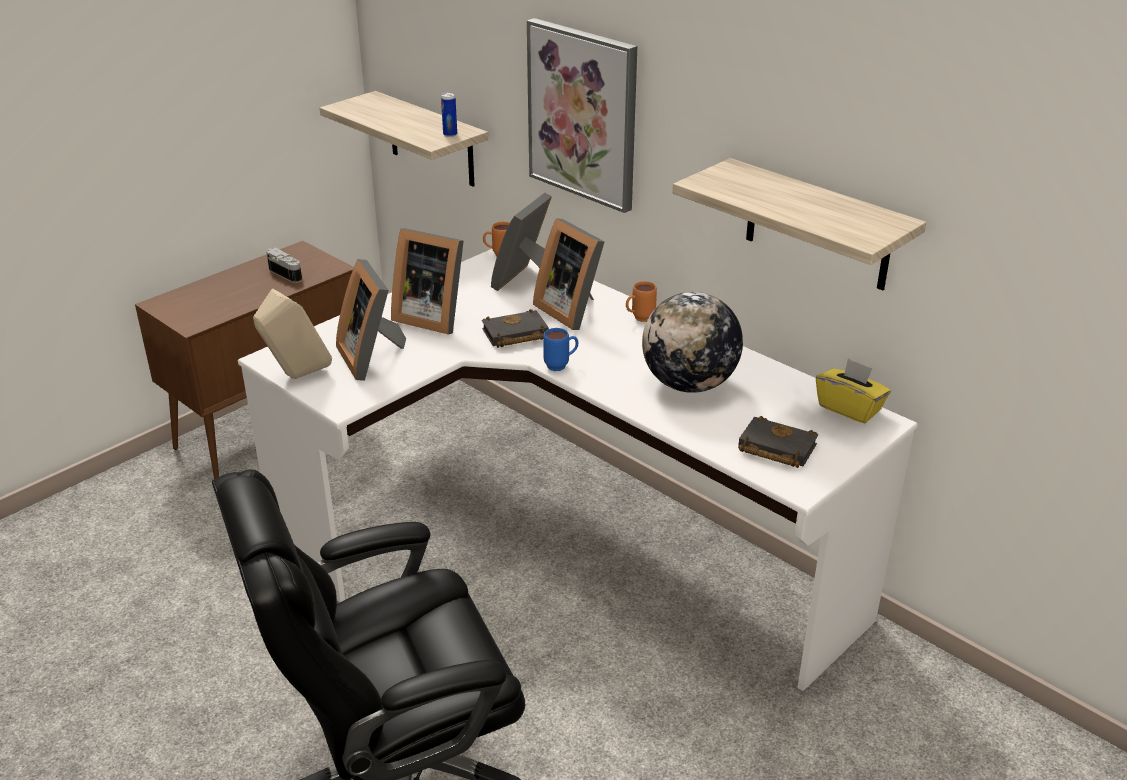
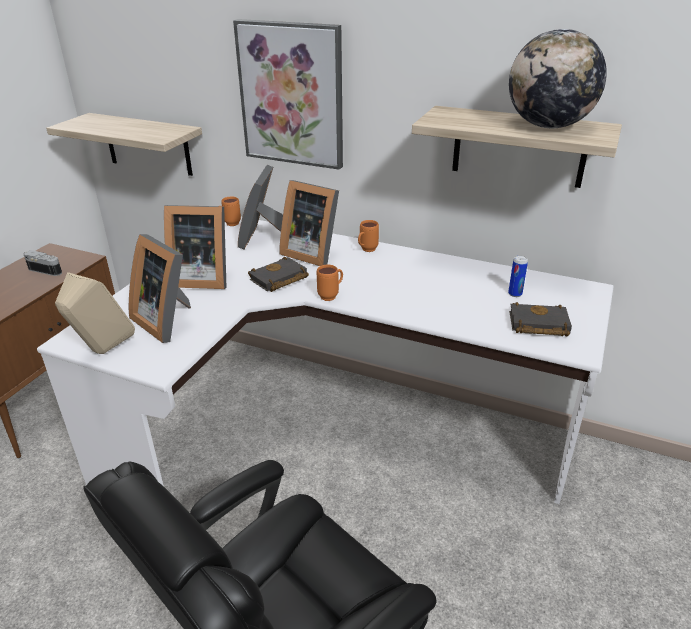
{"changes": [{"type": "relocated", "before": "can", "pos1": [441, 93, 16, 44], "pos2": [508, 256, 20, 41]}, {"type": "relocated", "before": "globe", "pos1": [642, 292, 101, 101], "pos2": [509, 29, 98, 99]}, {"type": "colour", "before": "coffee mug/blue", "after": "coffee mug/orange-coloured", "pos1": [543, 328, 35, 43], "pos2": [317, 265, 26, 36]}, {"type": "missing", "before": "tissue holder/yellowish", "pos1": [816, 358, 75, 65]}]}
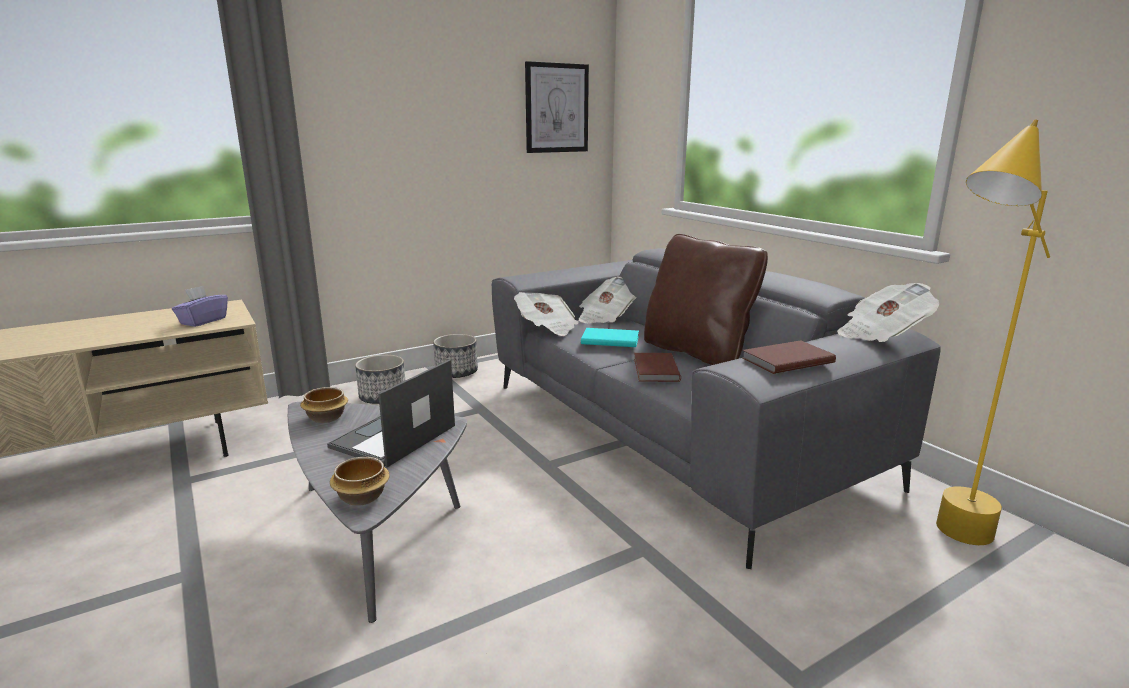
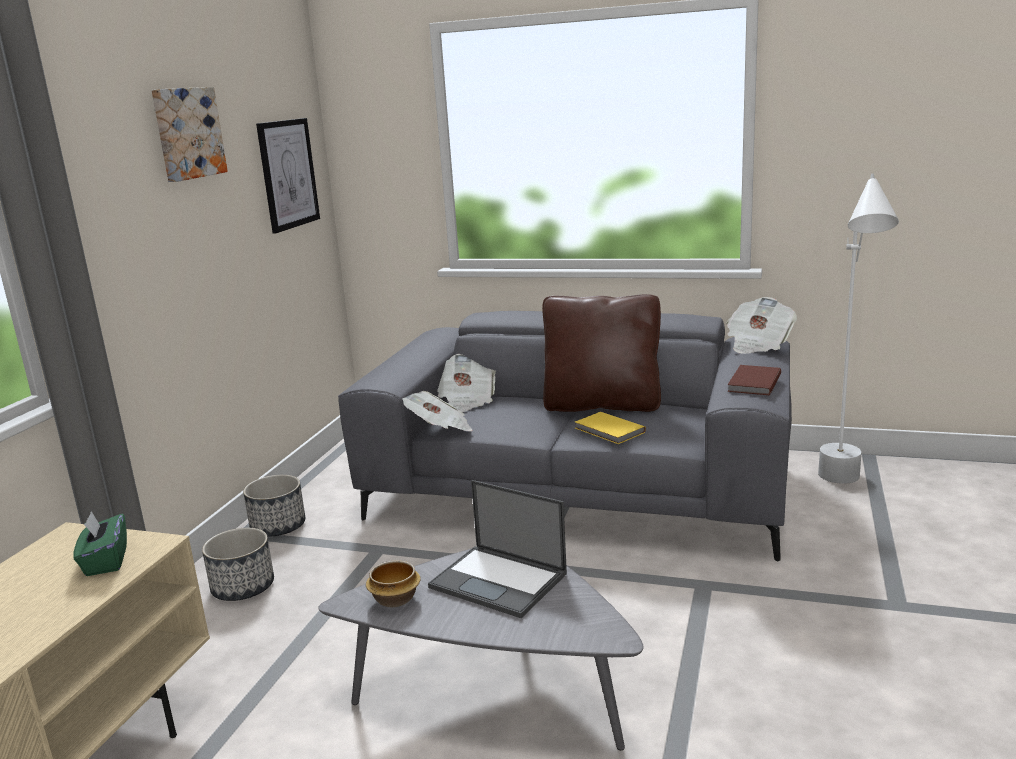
{"changes": [{"type": "colour", "before": "floor lamp/yellowish", "after": "floor lamp/whitish", "pos1": [936, 119, 114, 426], "pos2": [818, 173, 81, 311]}, {"type": "colour", "before": "tissue holder/purplish", "after": "tissue holder/greenish", "pos1": [172, 286, 56, 41], "pos2": [73, 512, 54, 64]}, {"type": "missing", "before": "book/blue-green", "pos1": [581, 328, 58, 19]}, {"type": "colour", "before": "book/brown-coloured", "after": "book/yellowish", "pos1": [634, 353, 47, 29], "pos2": [575, 412, 71, 32]}, {"type": "spun", "before": "laptop", "pos1": [327, 359, 128, 109], "pos2": [428, 480, 139, 138], "turn": -45}, {"type": "missing", "before": "bowl", "pos1": [330, 457, 60, 49]}, {"type": "appeared", "after": "picture", "pos2": [151, 87, 77, 95]}]}
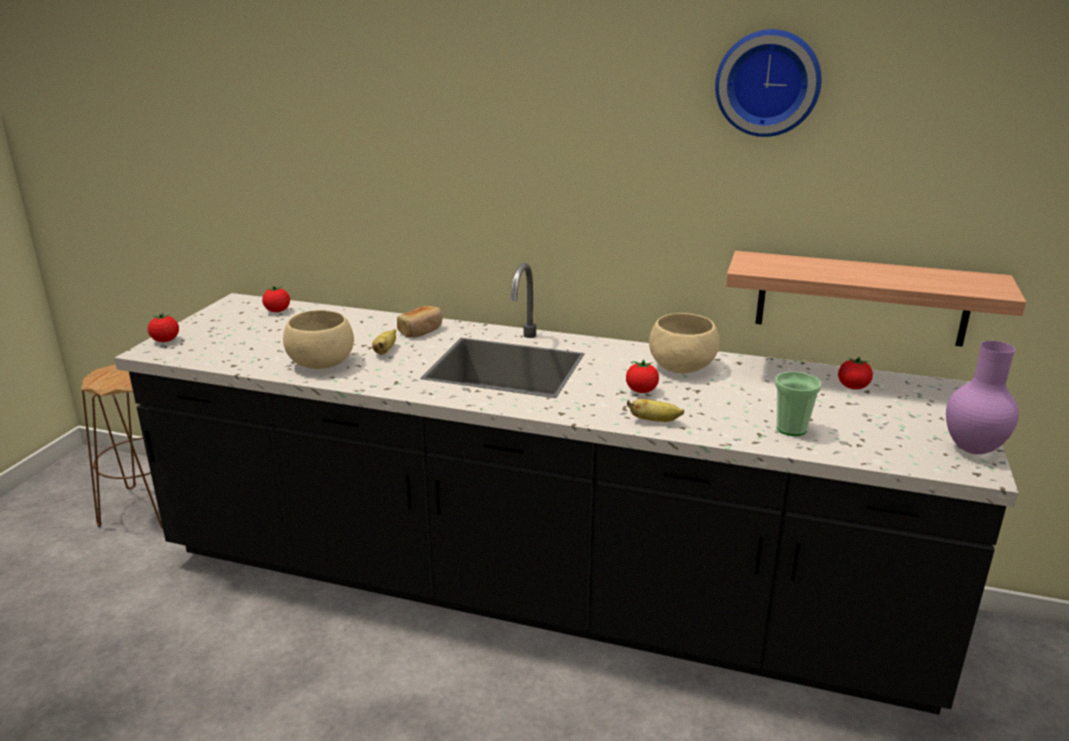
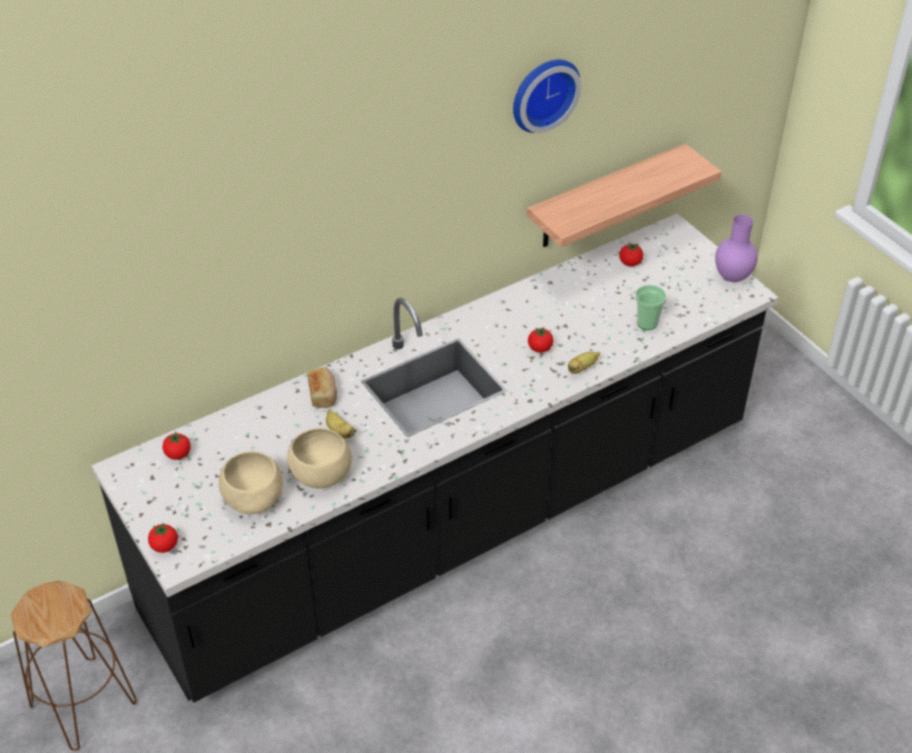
{"changes": [{"type": "relocated", "before": "bowl/sand-coloured", "pos1": [649, 313, 71, 60], "pos2": [219, 451, 64, 63]}]}
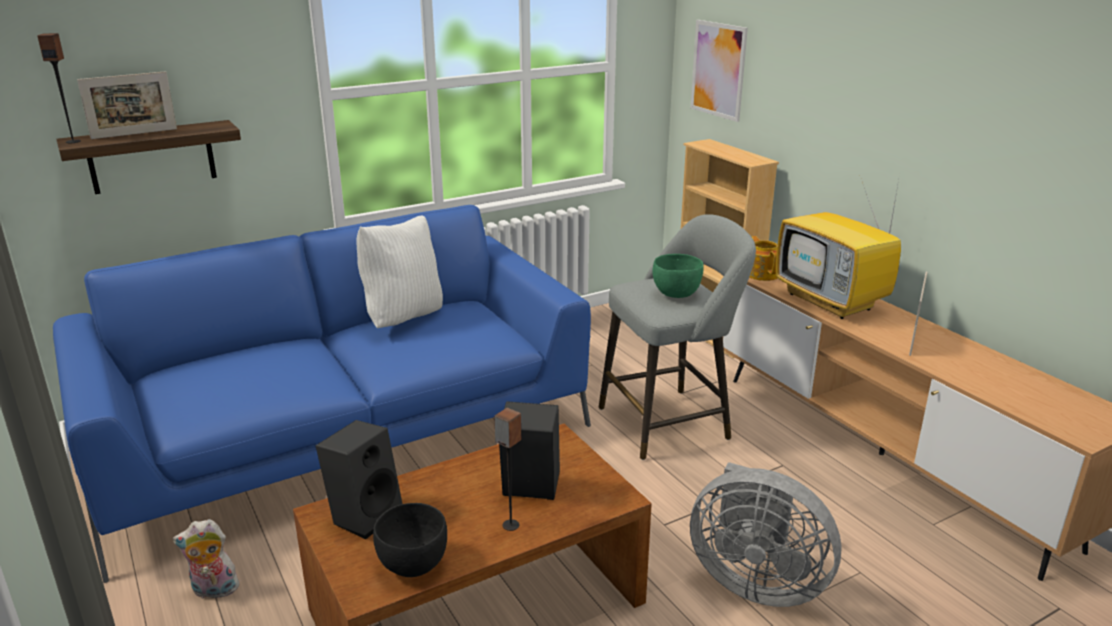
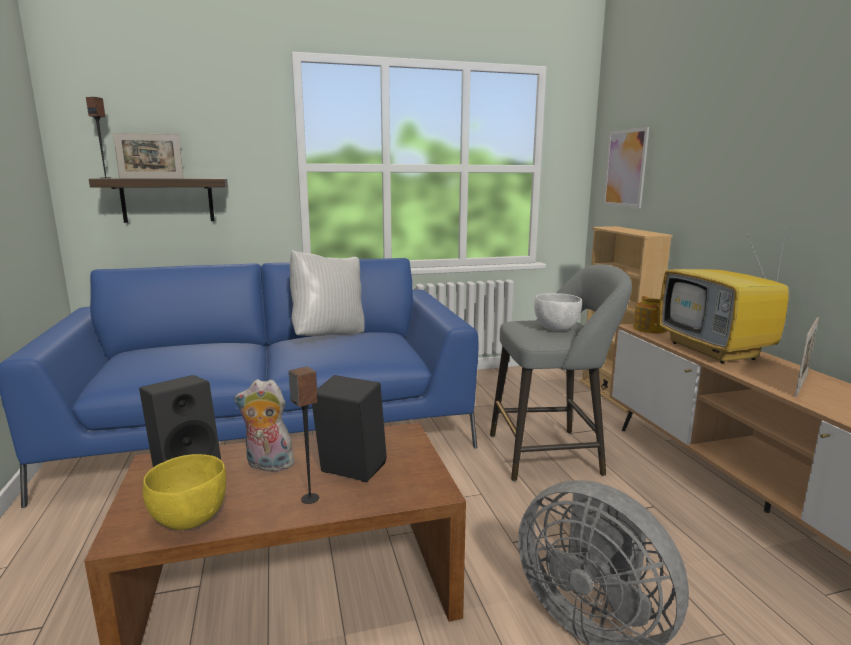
{"changes": [{"type": "colour", "before": "bowl/greenish", "after": "bowl/whitish", "pos1": [652, 254, 52, 44], "pos2": [534, 293, 48, 38]}, {"type": "colour", "before": "bowl/black-coloured", "after": "bowl/yellowish", "pos1": [373, 503, 74, 74], "pos2": [143, 454, 83, 76]}, {"type": "relocated", "before": "soft toy", "pos1": [173, 519, 68, 82], "pos2": [235, 379, 59, 92]}]}
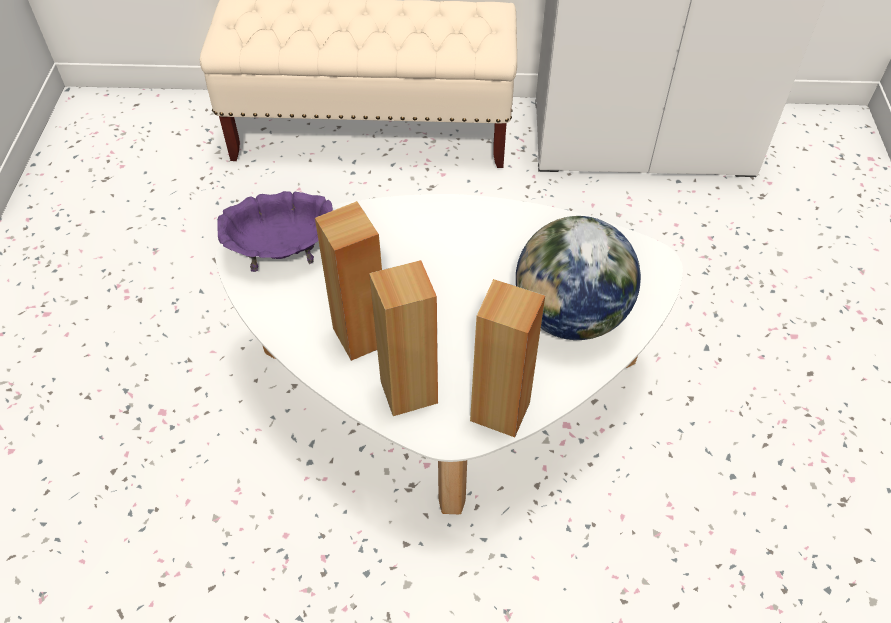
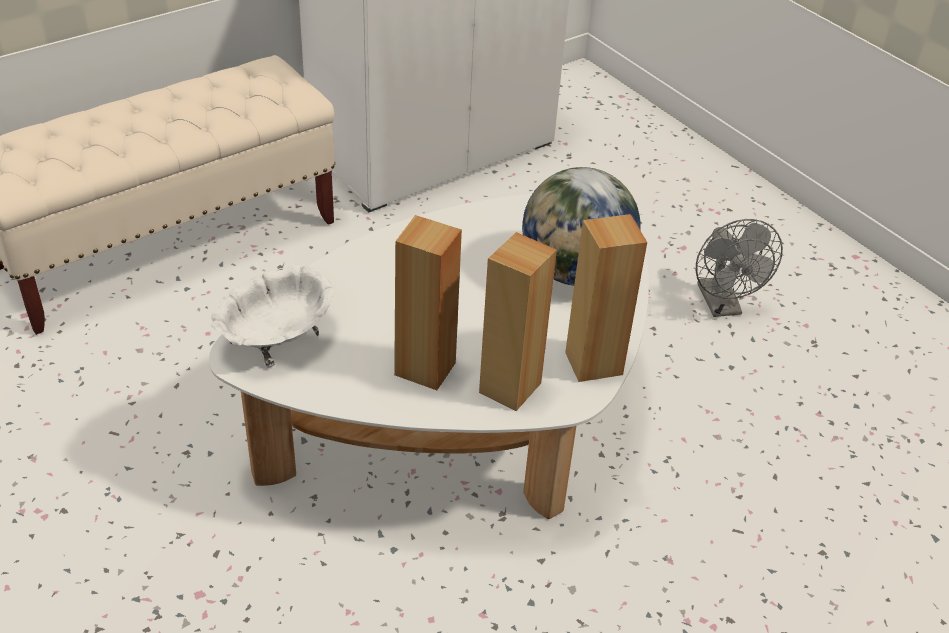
{"changes": [{"type": "colour", "before": "bowl/purplish", "after": "bowl/whitish", "pos1": [217, 191, 116, 81], "pos2": [211, 265, 123, 103]}, {"type": "appeared", "after": "electric fan/gray", "pos2": [696, 219, 87, 98]}]}
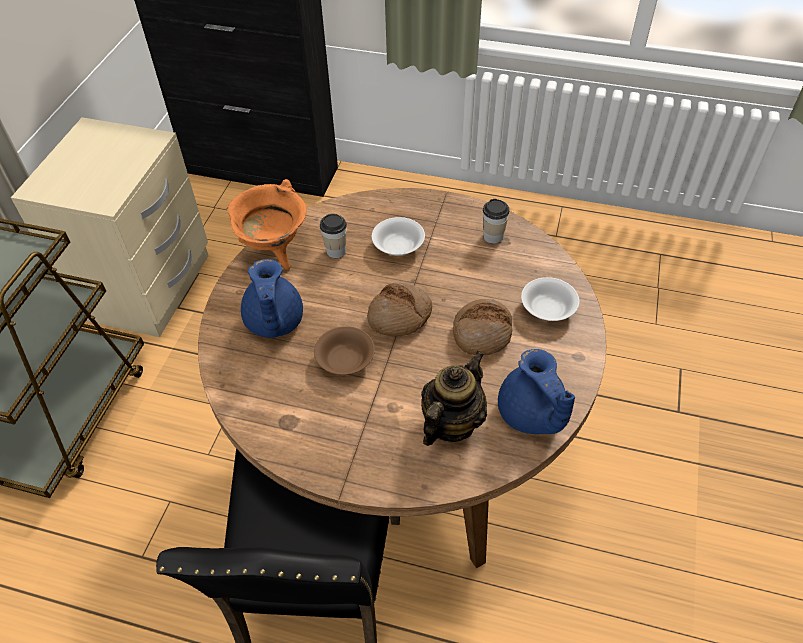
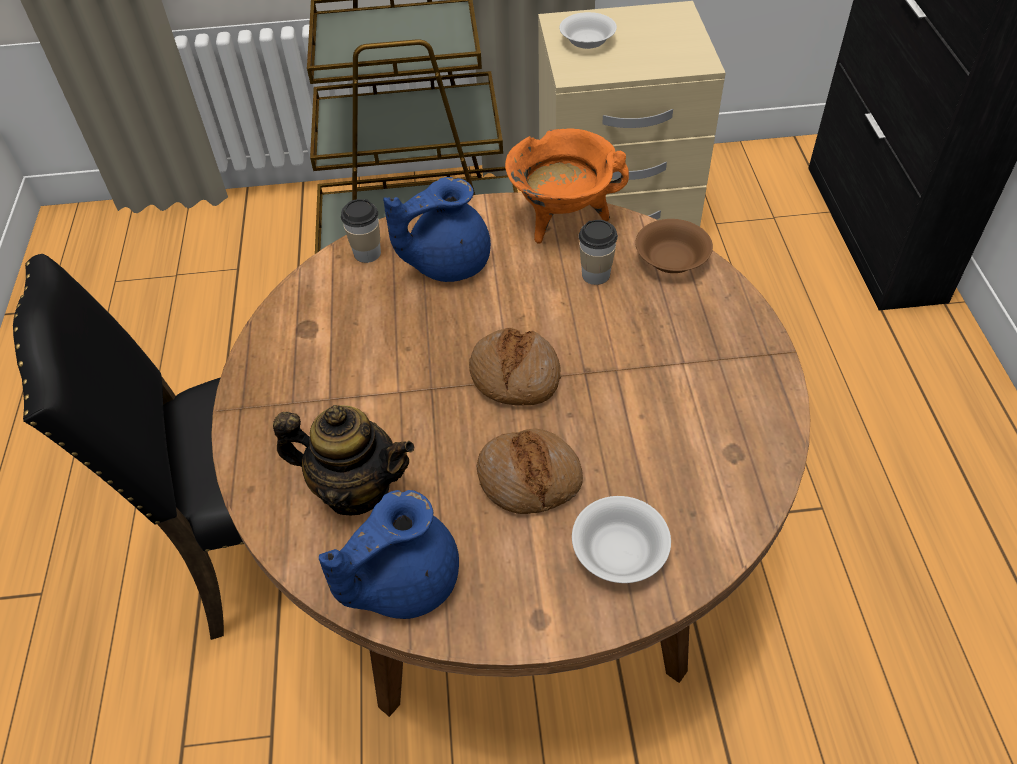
{"changes": [{"type": "relocated", "before": "cup", "pos1": [483, 199, 26, 45], "pos2": [341, 199, 40, 64]}, {"type": "relocated", "before": "bowl/whitish", "pos1": [372, 217, 53, 39], "pos2": [559, 12, 58, 37]}, {"type": "relocated", "before": "bowl/brown-coloured", "pos1": [314, 326, 61, 49], "pos2": [635, 219, 78, 54]}]}
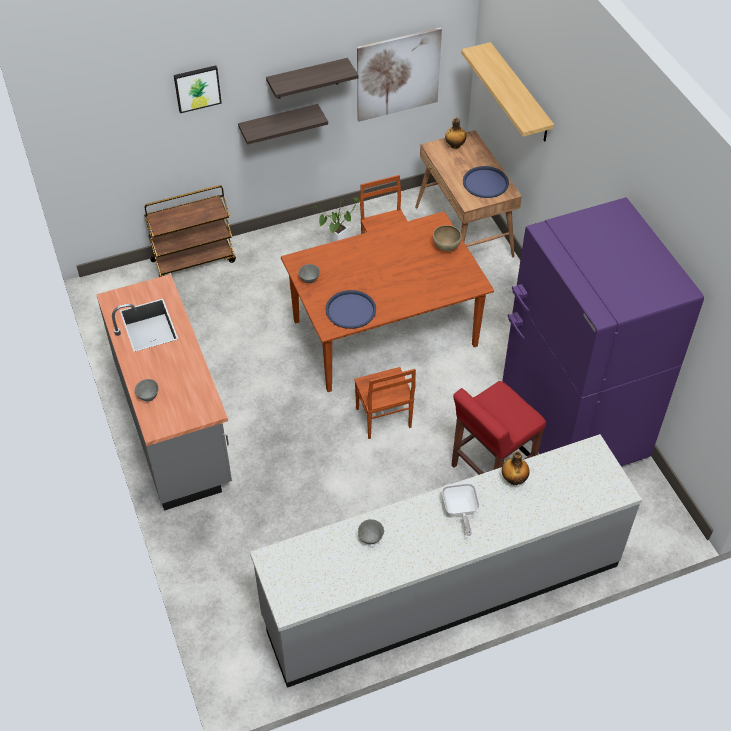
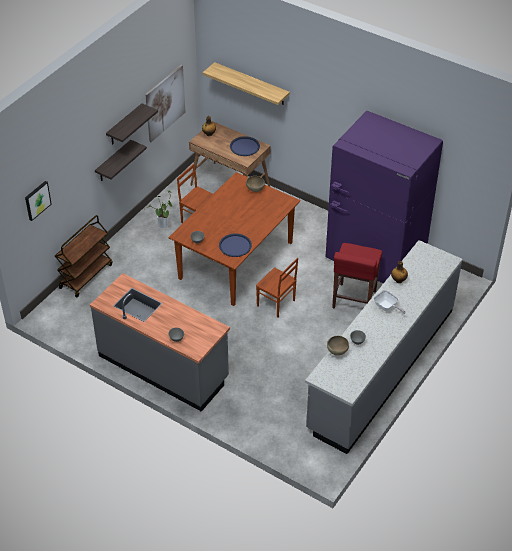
{"changes": [{"type": "relocated", "before": "picture", "pos1": [174, 66, 48, 47], "pos2": [25, 181, 27, 40]}, {"type": "appeared", "after": "bowl/brown-coloured", "pos2": [327, 336, 22, 20]}]}
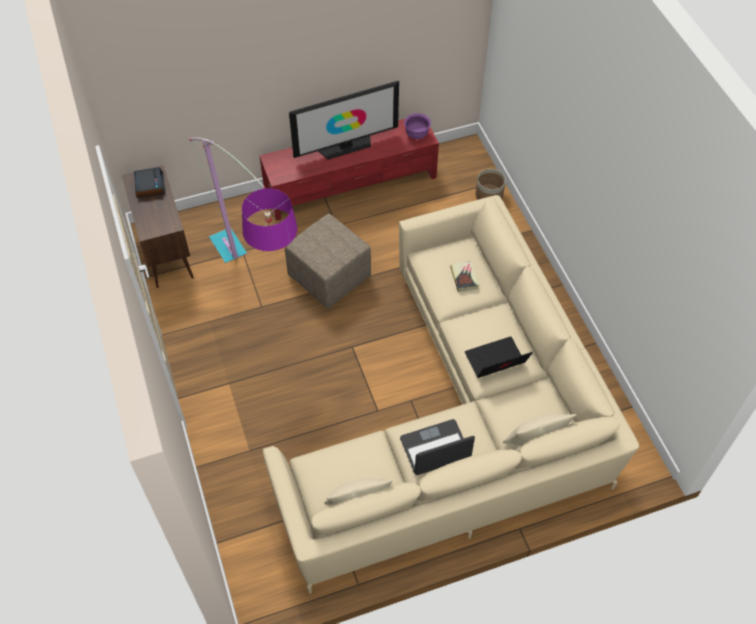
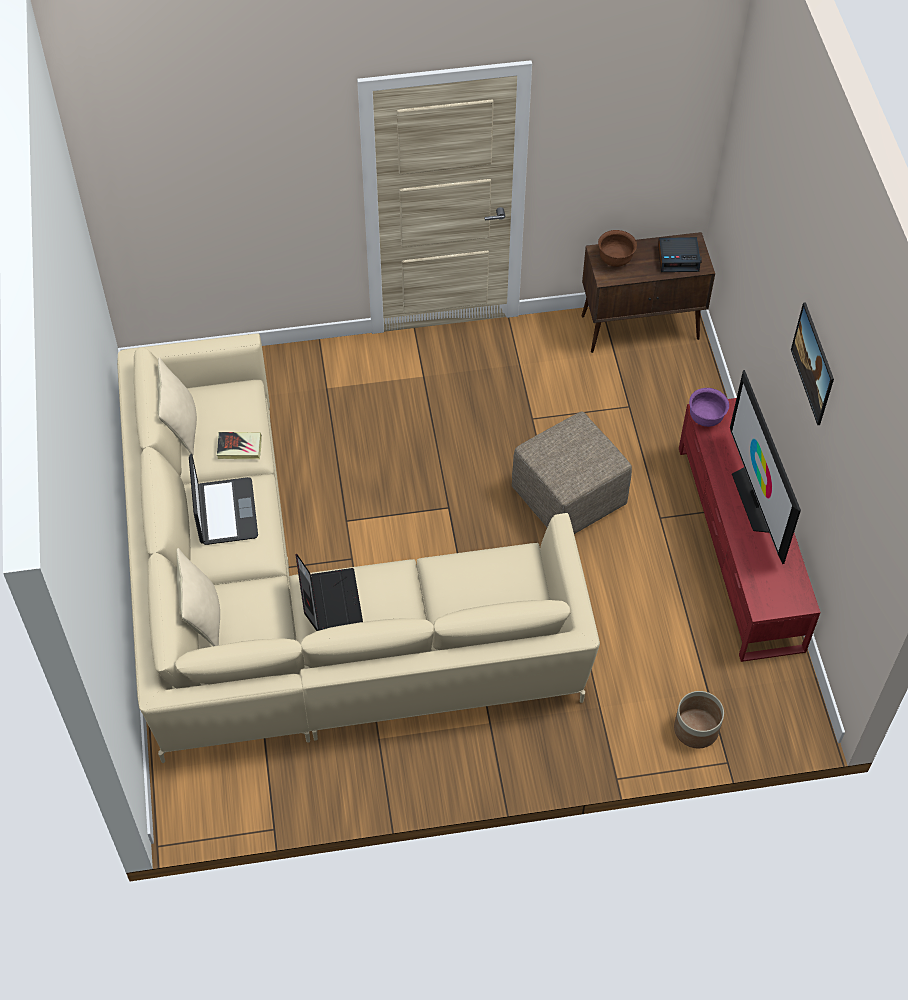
{"changes": [{"type": "relocated", "before": "bowl/purplish", "pos1": [404, 113, 27, 26], "pos2": [689, 388, 40, 39]}, {"type": "missing", "before": "floor lamp", "pos1": [189, 137, 108, 126]}, {"type": "relocated", "before": "book", "pos1": [450, 261, 29, 31], "pos2": [217, 432, 45, 27]}, {"type": "appeared", "after": "bowl/brown-coloured", "pos2": [598, 230, 39, 37]}, {"type": "appeared", "after": "picture", "pos2": [791, 302, 43, 123]}]}
